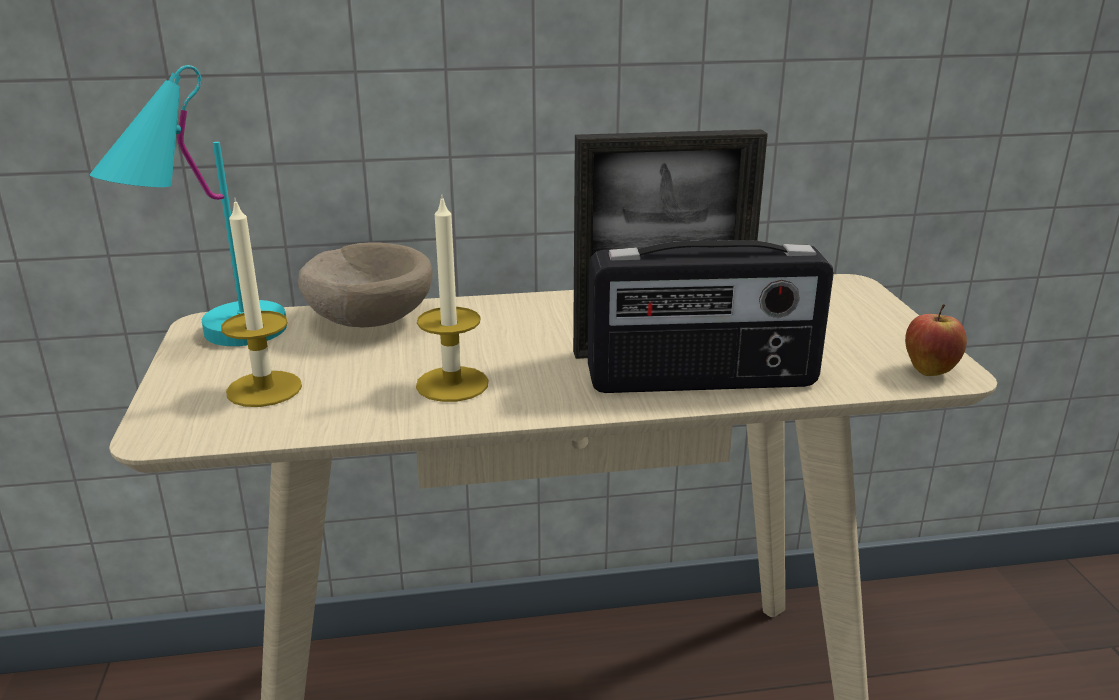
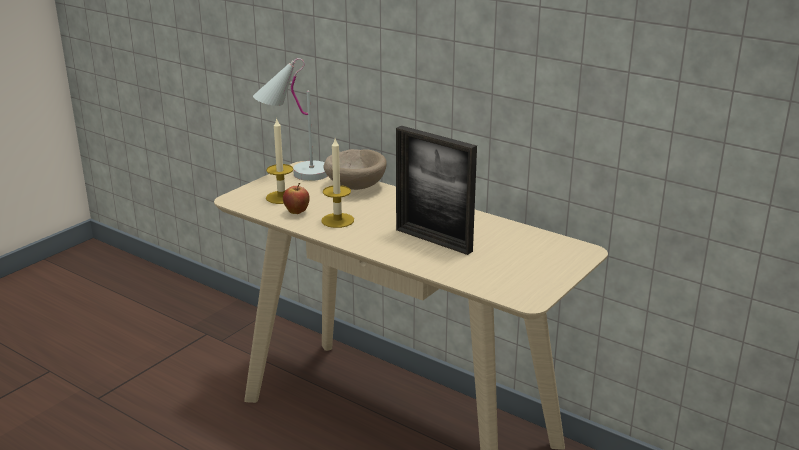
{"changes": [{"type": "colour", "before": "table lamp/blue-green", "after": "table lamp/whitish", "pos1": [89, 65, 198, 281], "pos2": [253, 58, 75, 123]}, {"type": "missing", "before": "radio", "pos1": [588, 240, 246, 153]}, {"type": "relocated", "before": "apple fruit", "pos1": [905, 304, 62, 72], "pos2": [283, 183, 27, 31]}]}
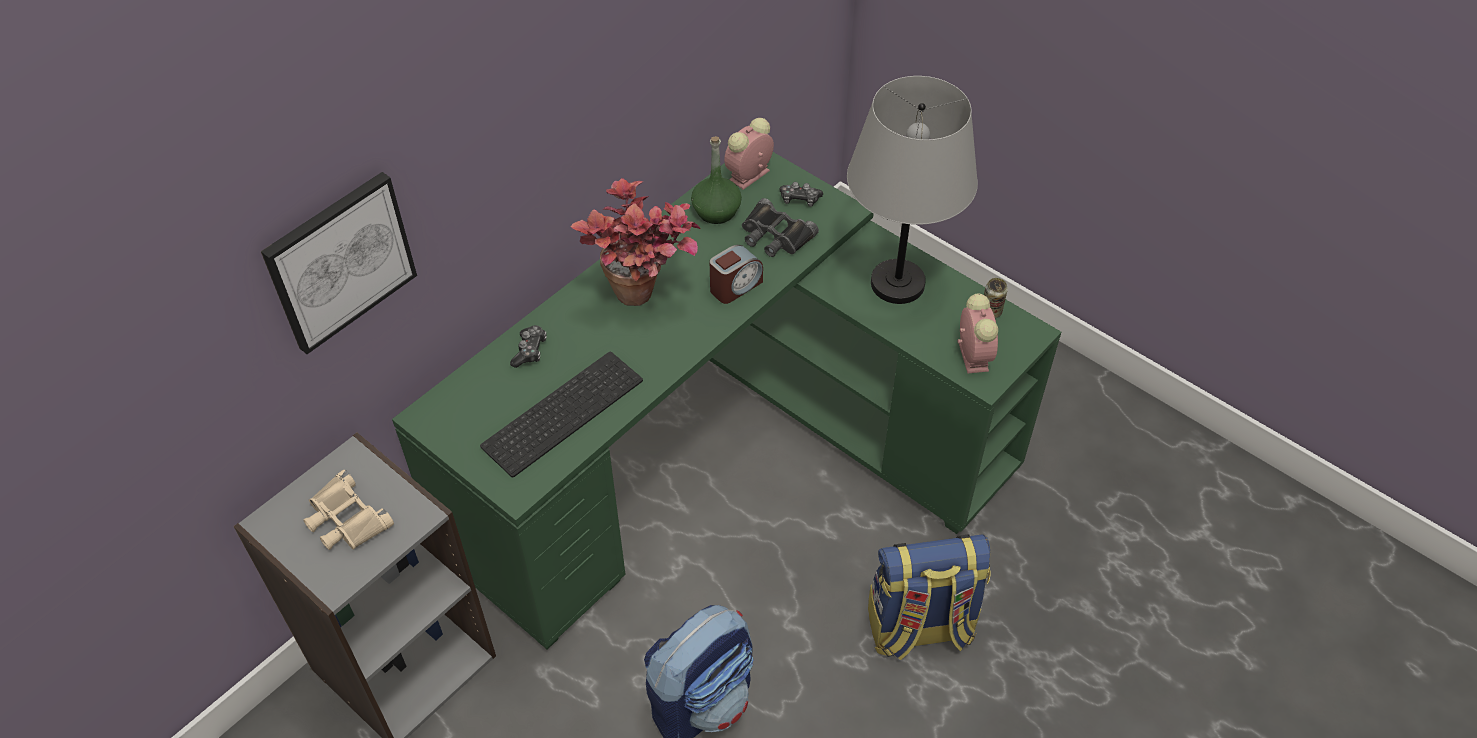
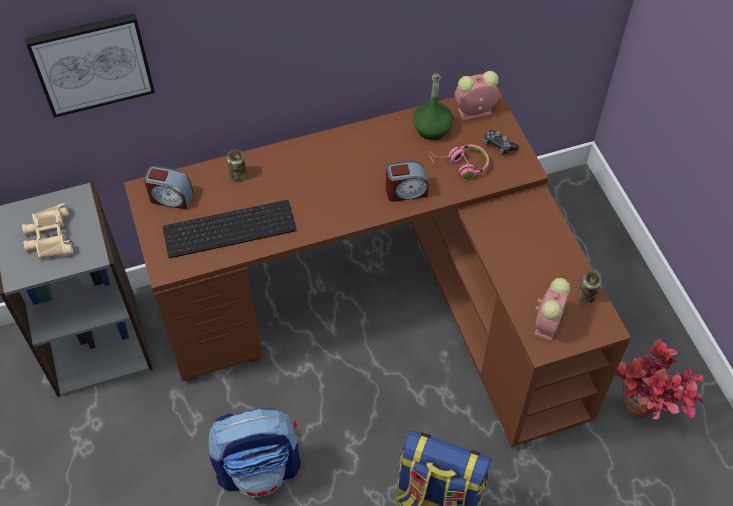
{"changes": [{"type": "missing", "before": "table lamp/gray", "pos1": [847, 76, 131, 228]}, {"type": "colour", "before": "desk/greenish", "after": "desk/brown-coloured", "pos1": [392, 152, 669, 498], "pos2": [124, 86, 507, 361]}, {"type": "relocated", "before": "houseplant", "pos1": [571, 178, 129, 128], "pos2": [616, 339, 88, 80]}, {"type": "exchanged", "before": "pair of binoculars/black-coloured", "after": "pair of headphones/pink-coloured", "pos1": [742, 198, 77, 59], "pos2": [429, 144, 60, 36]}, {"type": "exchanged", "before": "game controller", "after": "can", "pos1": [510, 325, 36, 43], "pos2": [227, 149, 20, 32]}, {"type": "appeared", "after": "alarm clock", "pos2": [144, 166, 49, 44]}]}
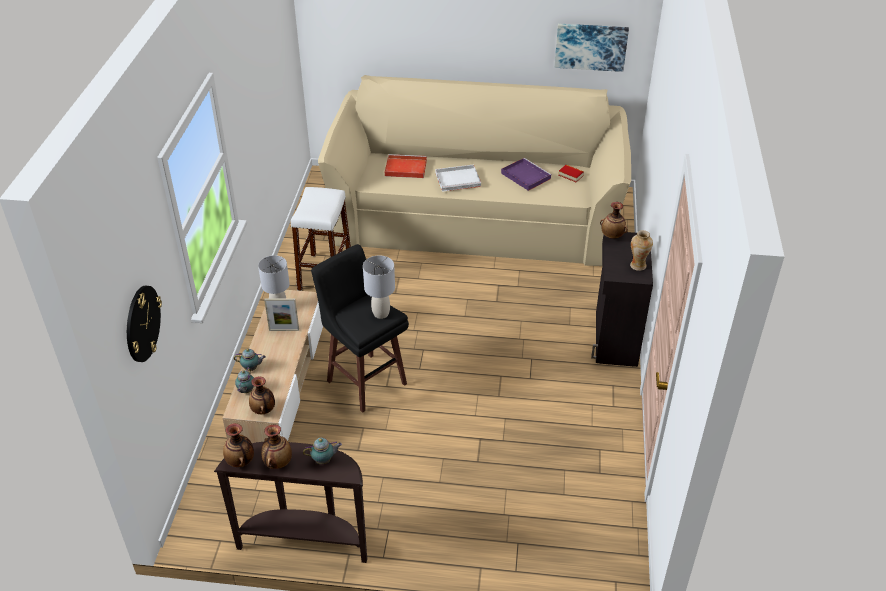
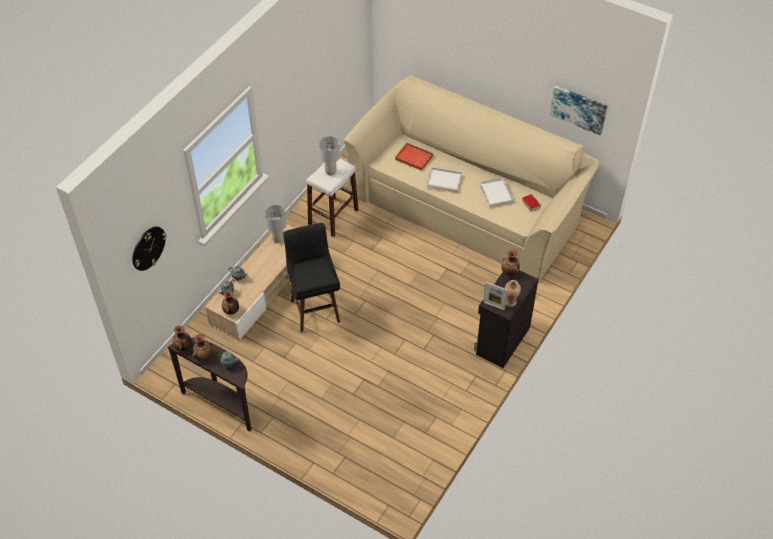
{"changes": [{"type": "colour", "before": "serving tray/purplish", "after": "serving tray/whitish", "pos1": [501, 158, 51, 33], "pos2": [480, 178, 34, 29]}, {"type": "relocated", "before": "table lamp/gray", "pos1": [363, 255, 32, 64], "pos2": [319, 136, 21, 40]}, {"type": "relocated", "before": "standing frame", "pos1": [264, 298, 35, 33], "pos2": [483, 282, 25, 28]}]}
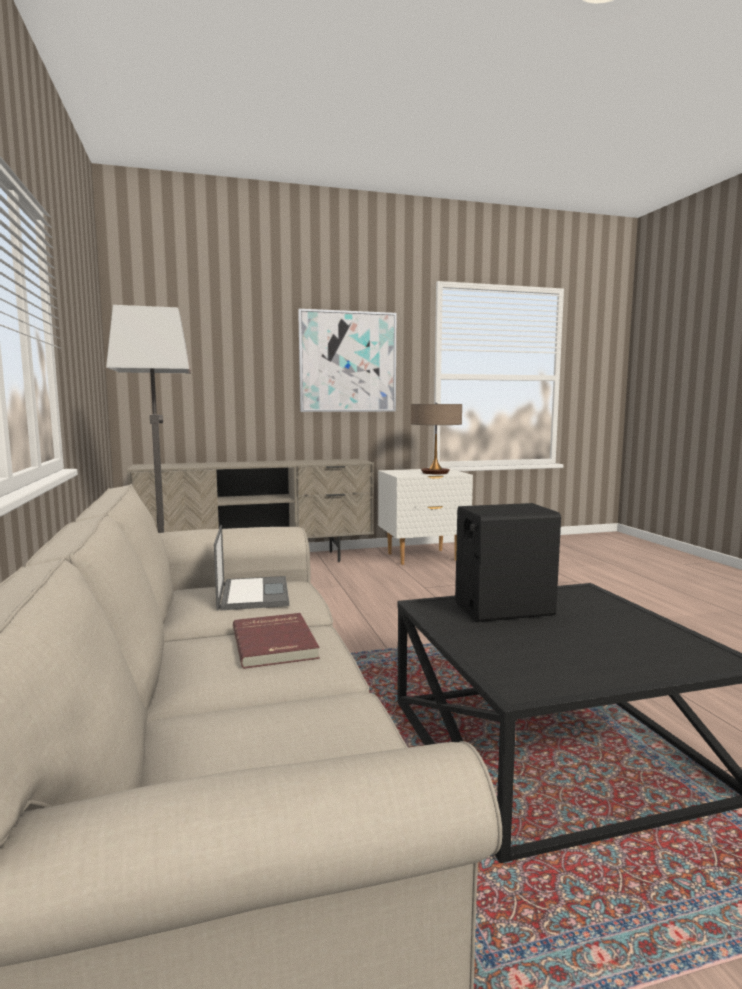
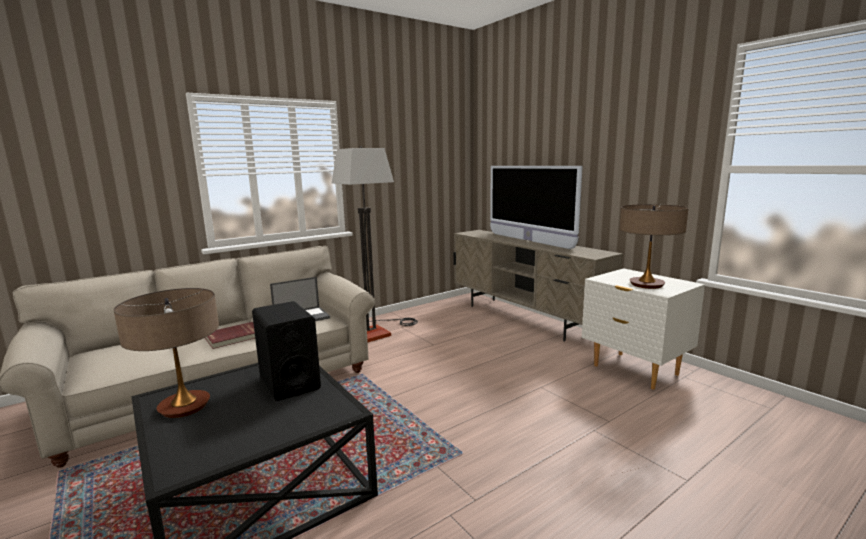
{"changes": [{"type": "missing", "before": "picture", "pos1": [298, 309, 98, 103]}, {"type": "appeared", "after": "TV set", "pos2": [490, 166, 93, 83]}, {"type": "appeared", "after": "table lamp", "pos2": [114, 288, 105, 130]}]}
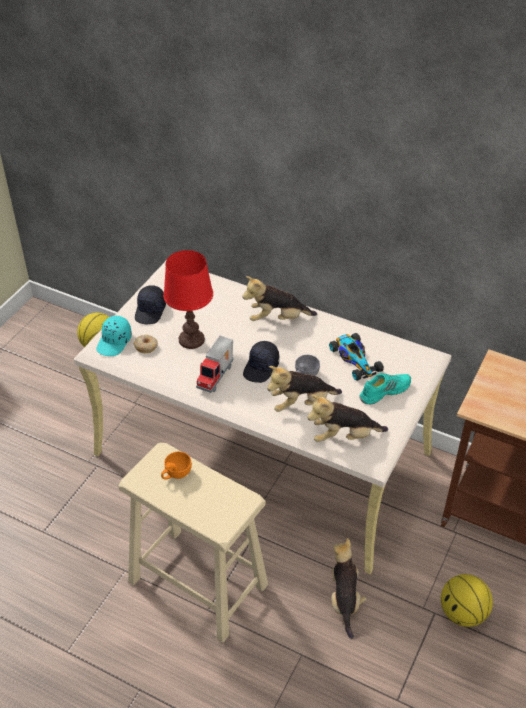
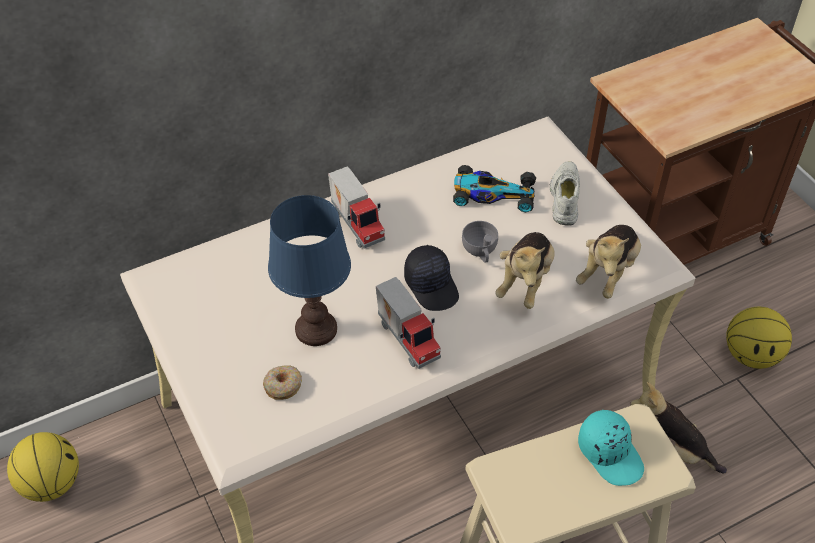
{"changes": [{"type": "colour", "before": "table lamp/red-coloured", "after": "table lamp/blue", "pos1": [163, 250, 50, 99], "pos2": [268, 195, 83, 151]}, {"type": "exchanged", "before": "soft toy", "after": "model truck", "pos1": [242, 276, 75, 45], "pos2": [328, 166, 57, 83]}, {"type": "missing", "before": "baseball cap/black-coloured", "pos1": [135, 285, 31, 39]}, {"type": "relocated", "before": "baseball cap/blue-green", "pos1": [97, 316, 35, 40], "pos2": [578, 410, 66, 76]}, {"type": "colour", "before": "shoe/blue-green", "after": "shoe/whitish", "pos1": [359, 373, 52, 32], "pos2": [550, 161, 30, 65]}, {"type": "missing", "before": "cup/orange-coloured", "pos1": [161, 452, 31, 28]}]}
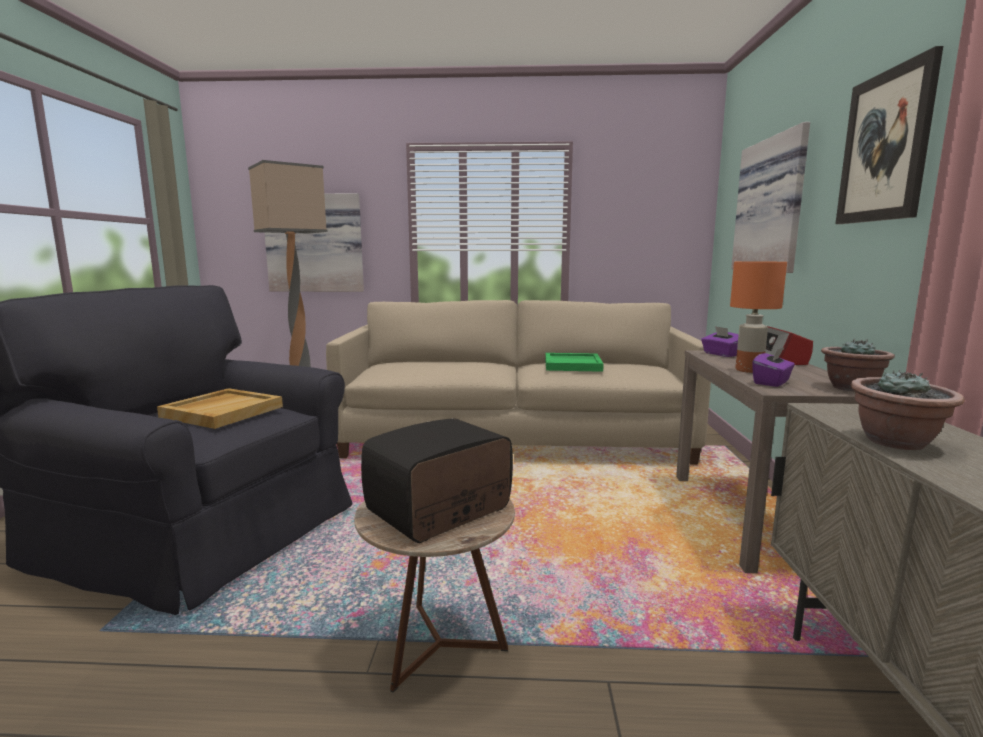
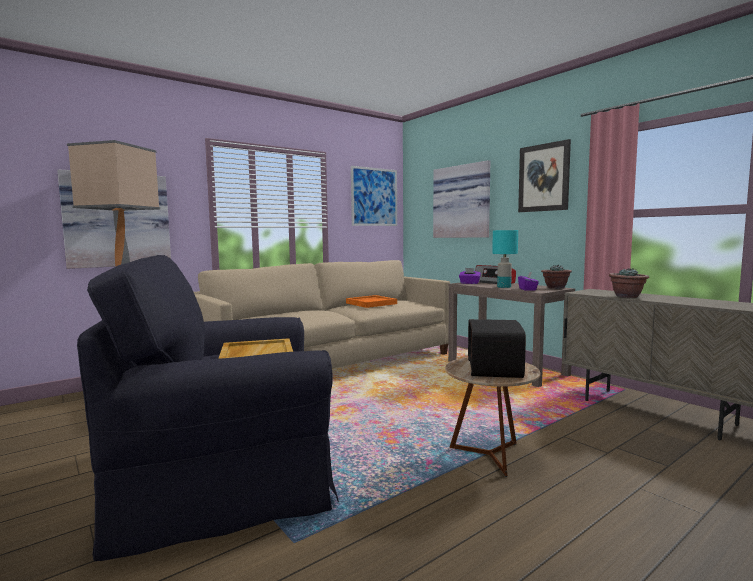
{"changes": [{"type": "colour", "before": "table lamp/orange-coloured", "after": "table lamp/blue-green", "pos1": [730, 261, 57, 112], "pos2": [492, 230, 26, 58]}, {"type": "colour", "before": "serving tray/greenish", "after": "serving tray/orange-coloured", "pos1": [545, 353, 59, 19], "pos2": [346, 295, 51, 13]}, {"type": "appeared", "after": "picture", "pos2": [351, 166, 46, 60]}]}
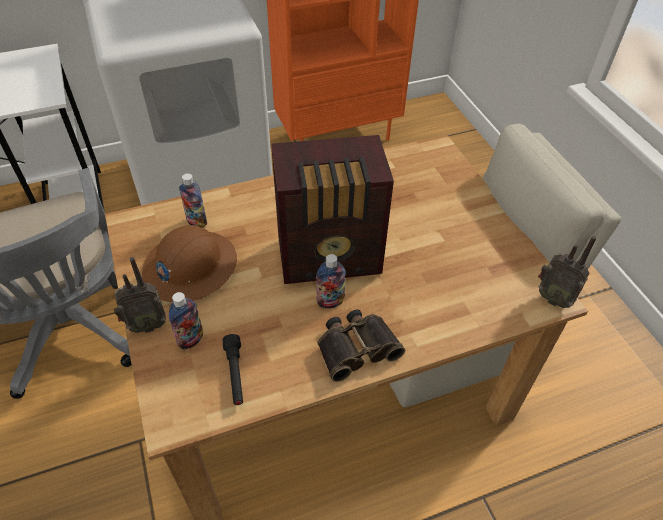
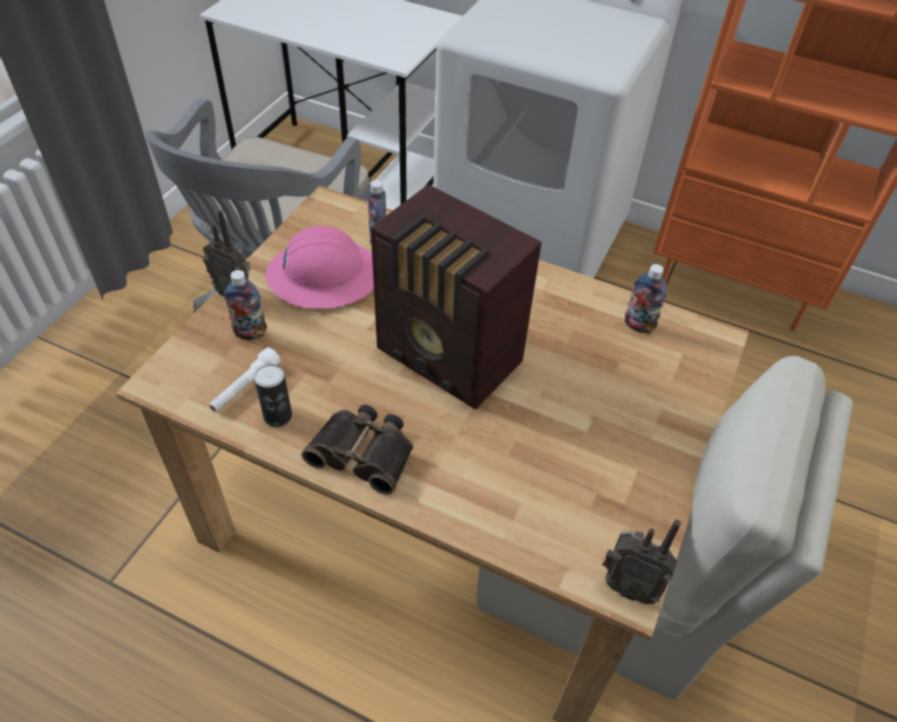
{"changes": [{"type": "colour", "before": "safety helmet/brown-coloured", "after": "safety helmet/pink-coloured", "pos1": [142, 225, 95, 77], "pos2": [266, 226, 108, 83]}, {"type": "spun", "before": "radio", "pos1": [538, 236, 58, 72], "pos2": [602, 520, 79, 84], "turn": -60}, {"type": "relocated", "before": "bottle", "pos1": [316, 254, 30, 54], "pos2": [625, 264, 42, 70]}, {"type": "colour", "before": "torch/black-coloured", "after": "torch/whitish", "pos1": [223, 334, 20, 71], "pos2": [209, 347, 71, 65]}, {"type": "appeared", "after": "can", "pos2": [254, 364, 38, 63]}]}
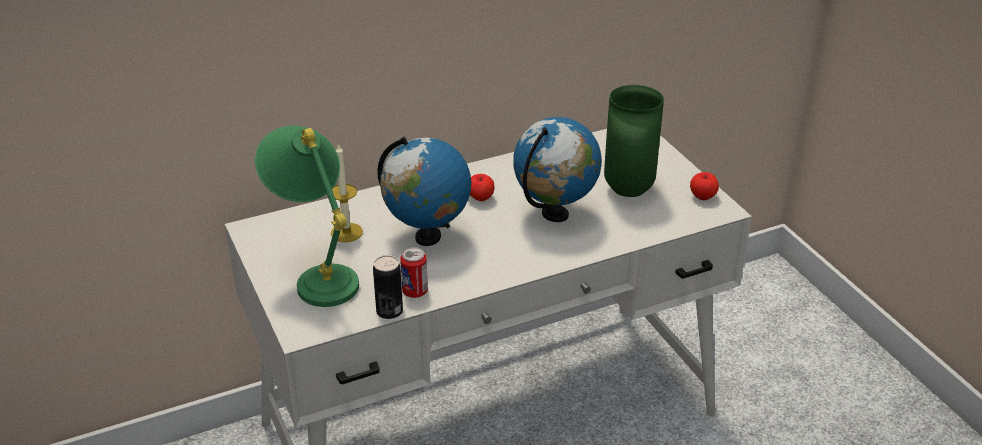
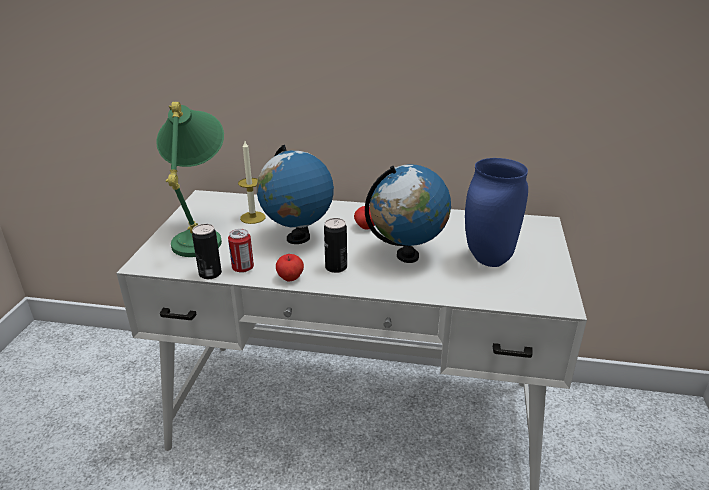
{"changes": [{"type": "colour", "before": "vase/greenish", "after": "vase/blue", "pos1": [604, 85, 60, 112], "pos2": [465, 158, 63, 109]}, {"type": "relocated", "before": "apple fruit", "pos1": [690, 172, 29, 28], "pos2": [276, 254, 28, 27]}, {"type": "appeared", "after": "can", "pos2": [324, 218, 23, 55]}]}
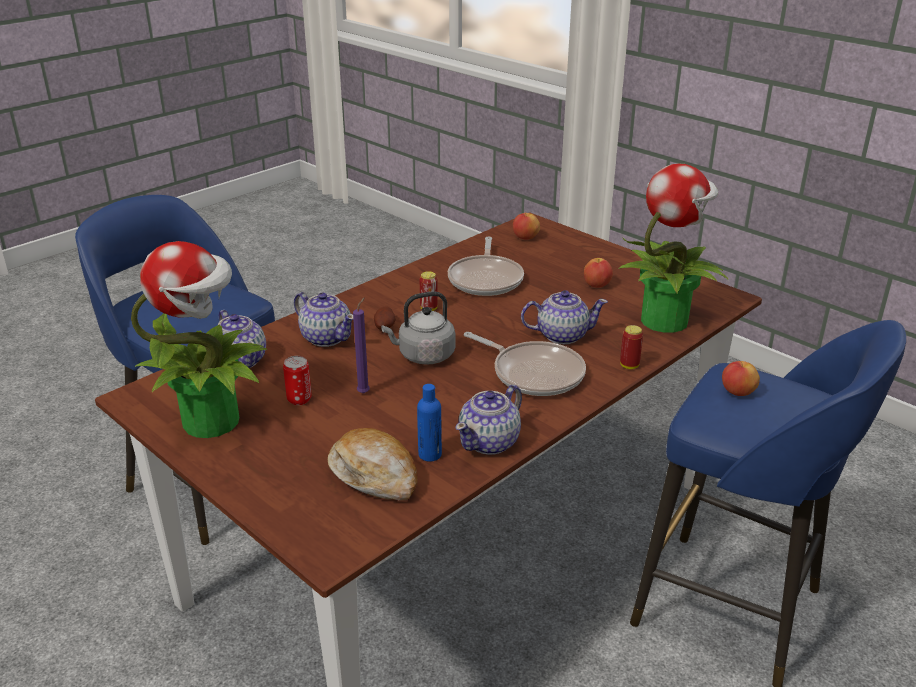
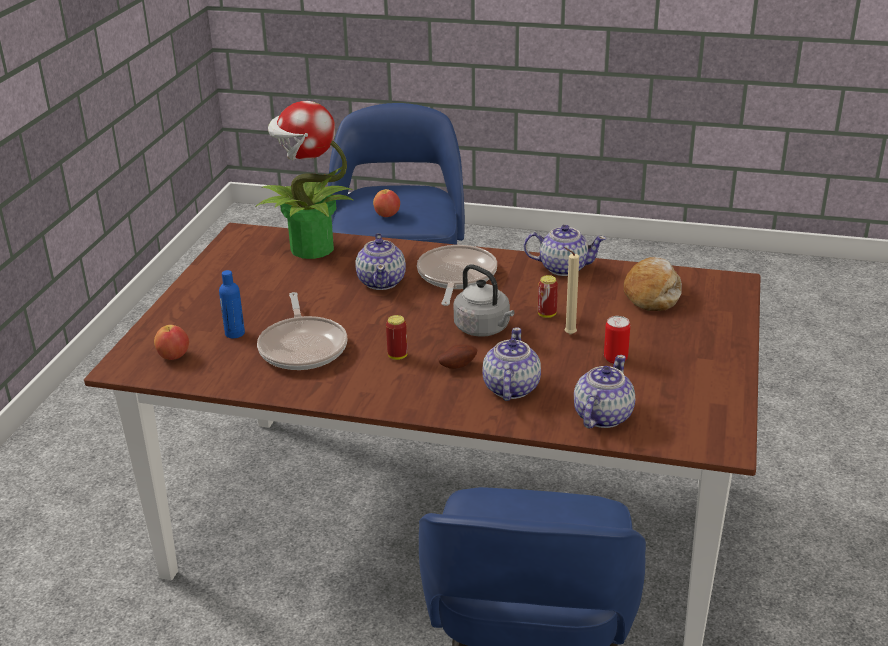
{"changes": [{"type": "spun", "before": "pan", "pos1": [448, 237, 76, 59], "pos2": [257, 292, 90, 78], "turn": 105}, {"type": "missing", "before": "houseplant", "pos1": [131, 241, 137, 197]}, {"type": "missing", "before": "apple fruit", "pos1": [584, 258, 29, 30]}, {"type": "spun", "before": "pot for tea", "pos1": [521, 290, 87, 54], "pos2": [355, 233, 51, 57], "turn": -150}, {"type": "colour", "before": "wax light/purplish", "after": "wax light/sand-coloured", "pos1": [353, 297, 17, 97], "pos2": [564, 247, 15, 88]}, {"type": "relocated", "before": "can", "pos1": [620, 325, 23, 44], "pos2": [538, 275, 20, 43]}, {"type": "relocated", "before": "bottle/blue", "pos1": [417, 384, 25, 77], "pos2": [219, 270, 26, 68]}]}
